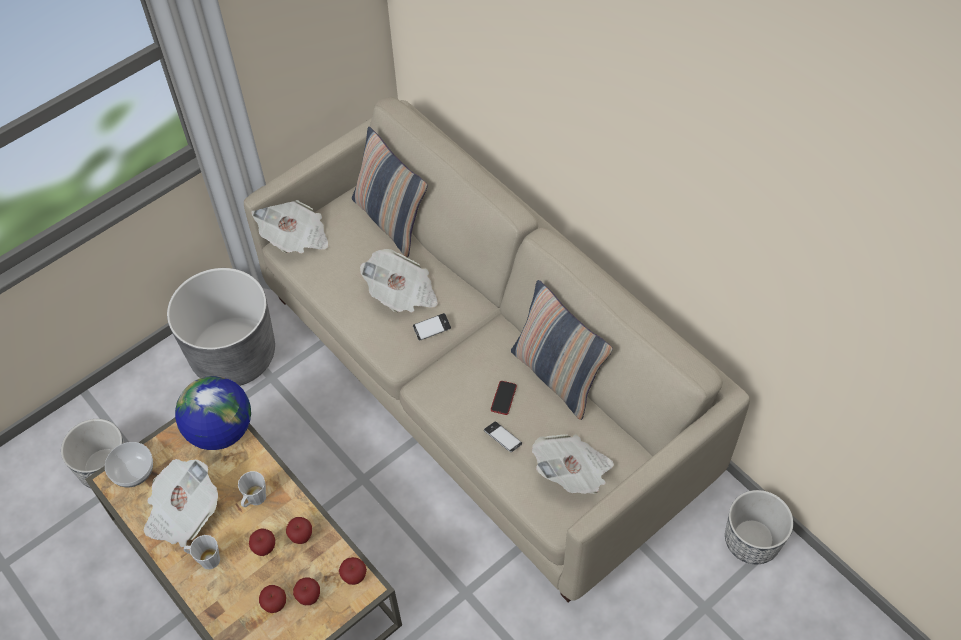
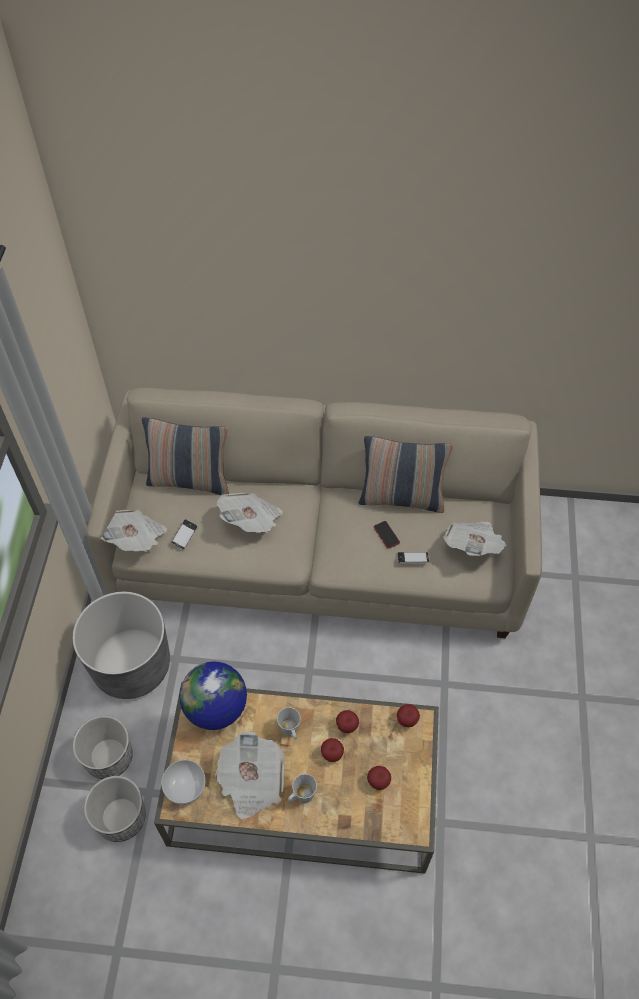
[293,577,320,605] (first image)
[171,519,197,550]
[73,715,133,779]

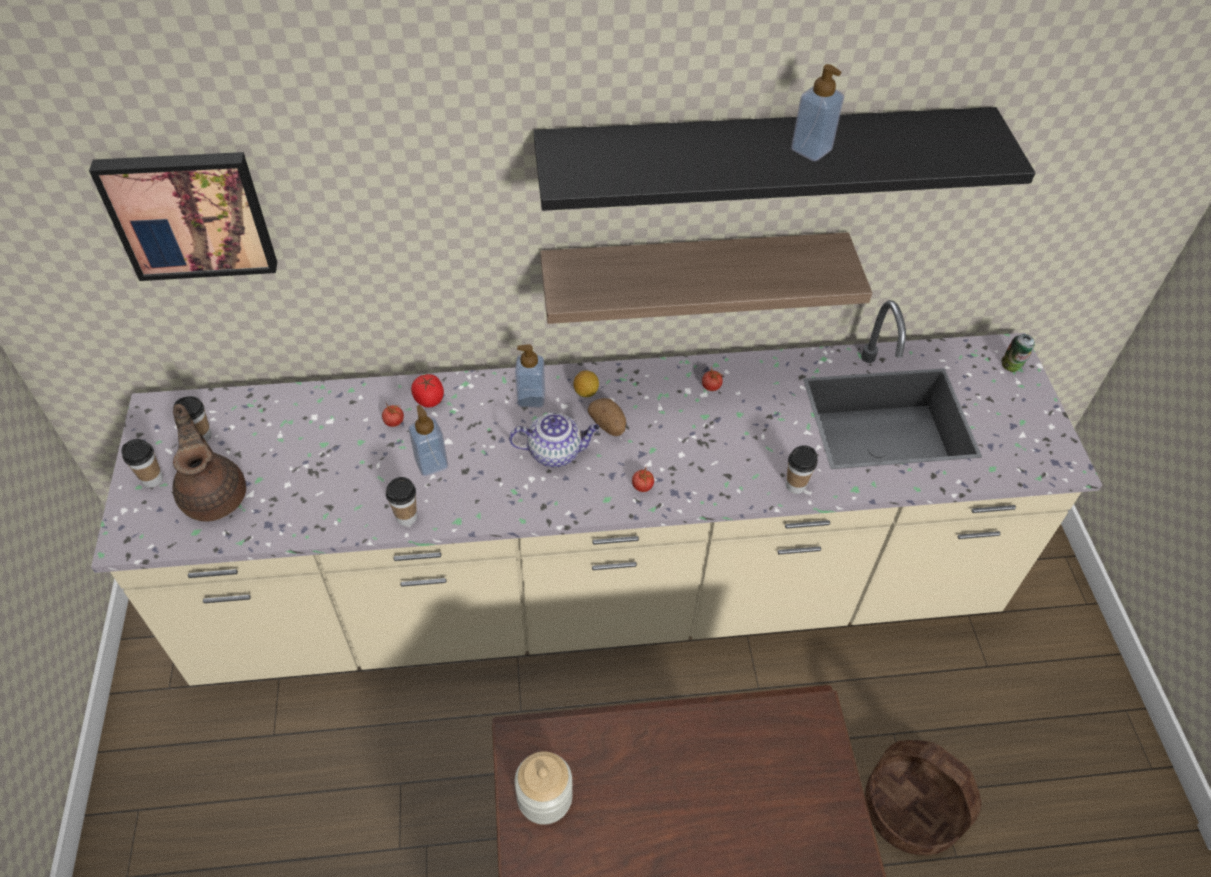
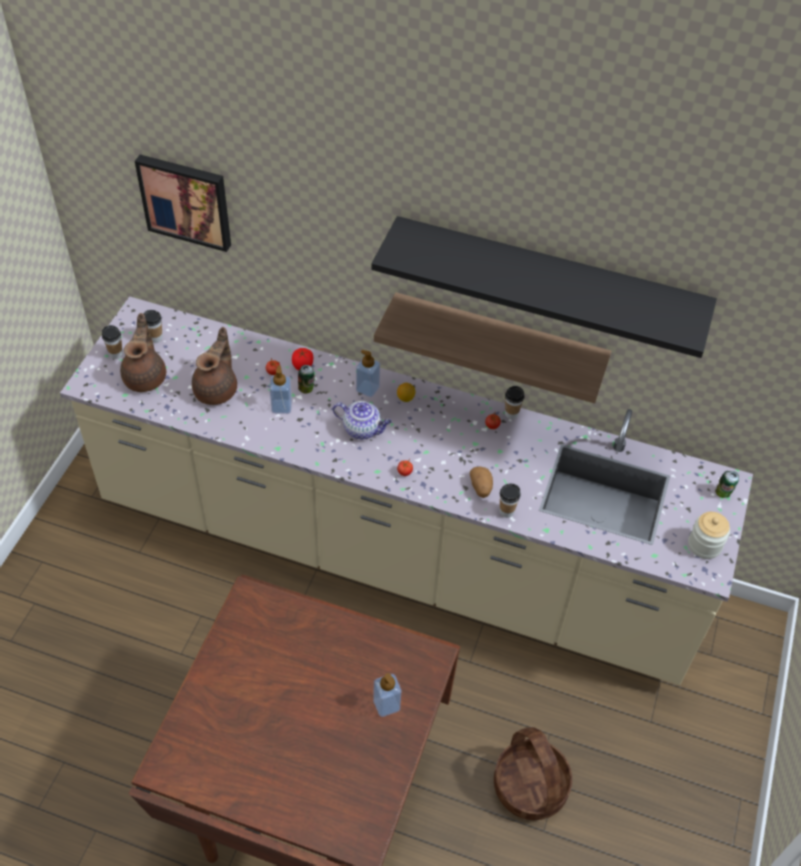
[192,327,237,405]
[298,365,315,394]
[505,386,525,419]
[688,512,730,559]
[470,466,493,498]
[373,673,401,717]

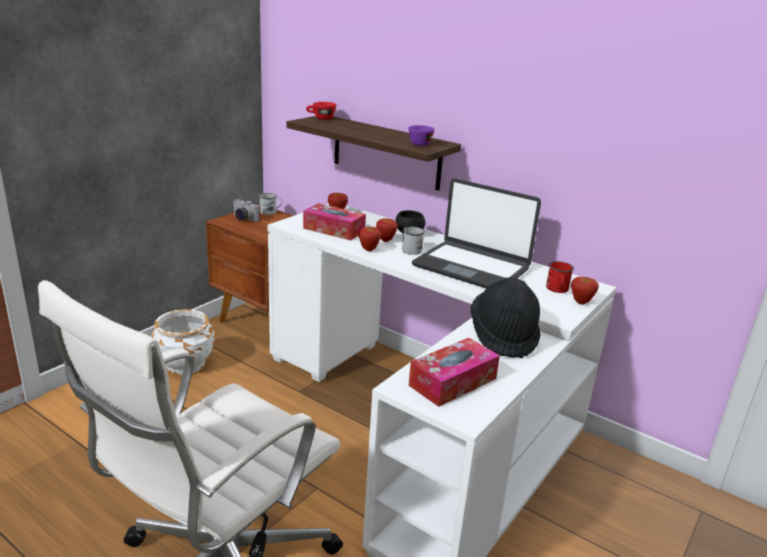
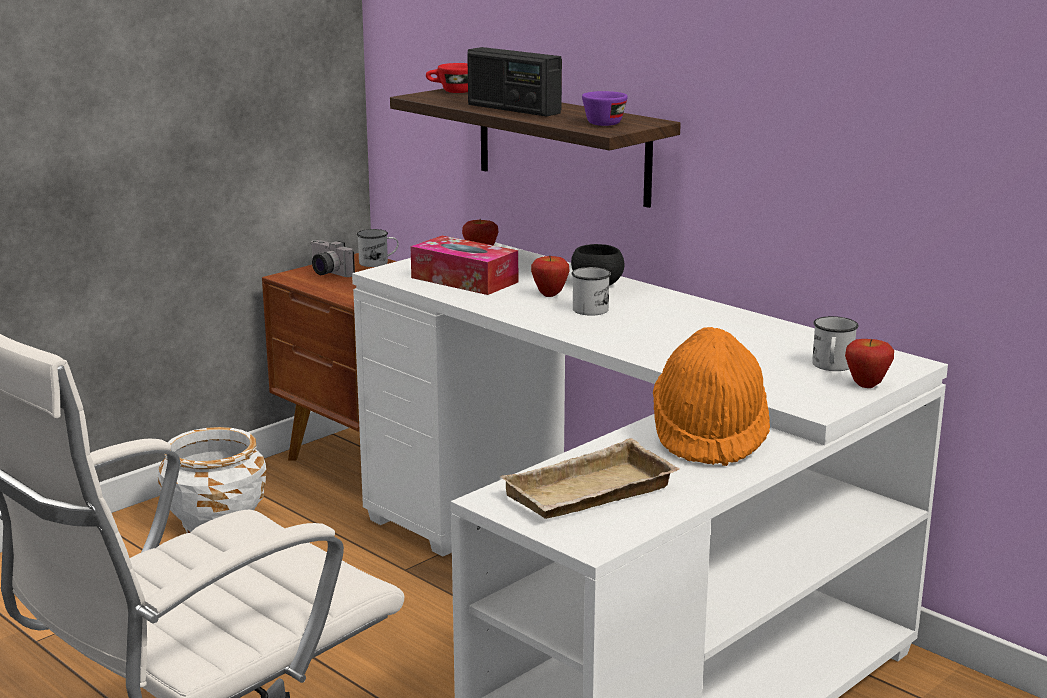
[359,227,381,251] (first image)
[412,178,541,288] (first image)
[467,47,562,117]
[499,438,679,519]
[653,327,770,466]
[812,316,859,371]

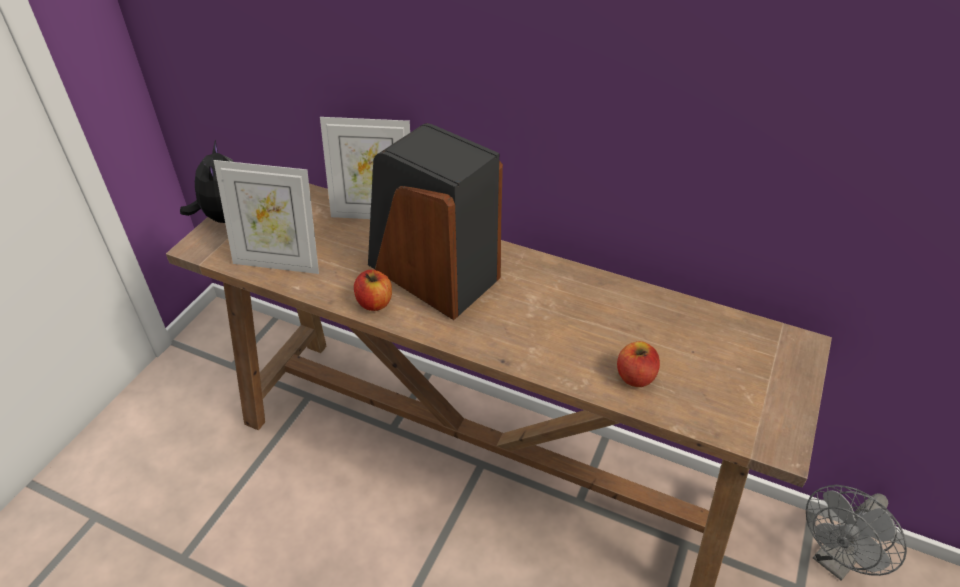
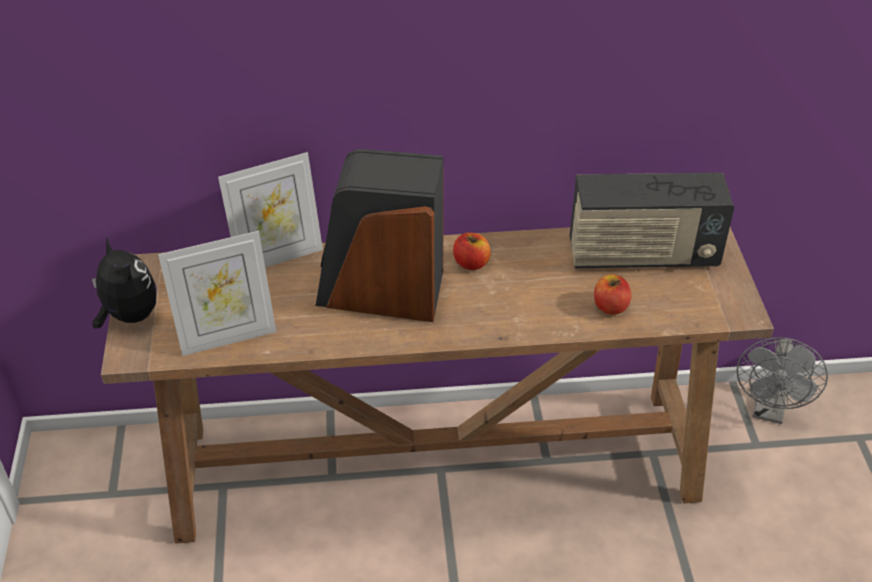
[570,173,734,268]
[453,233,491,270]

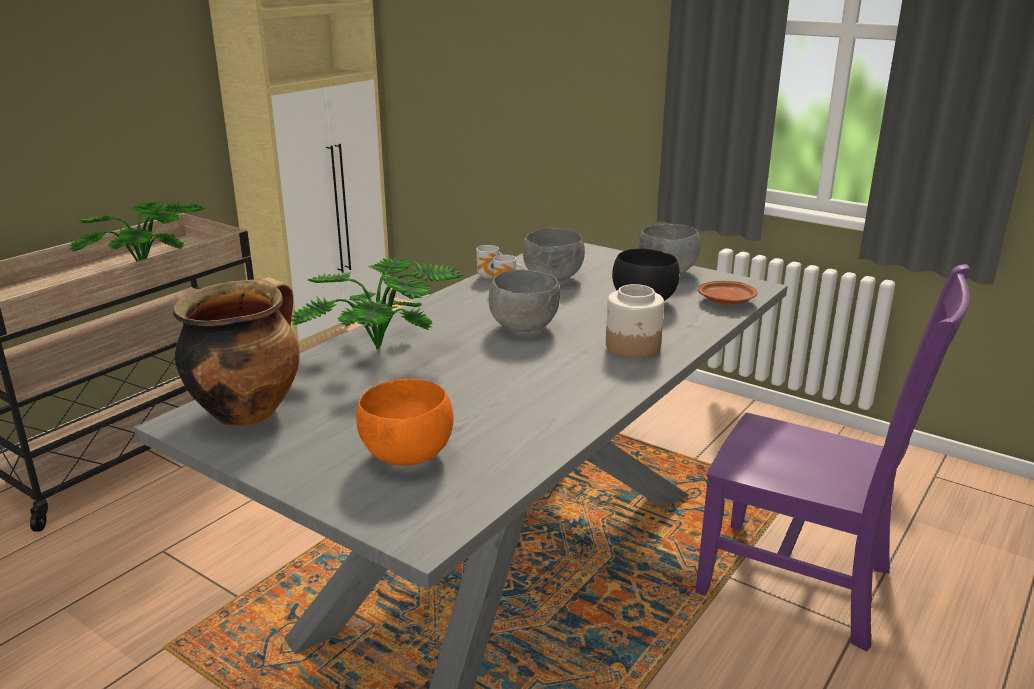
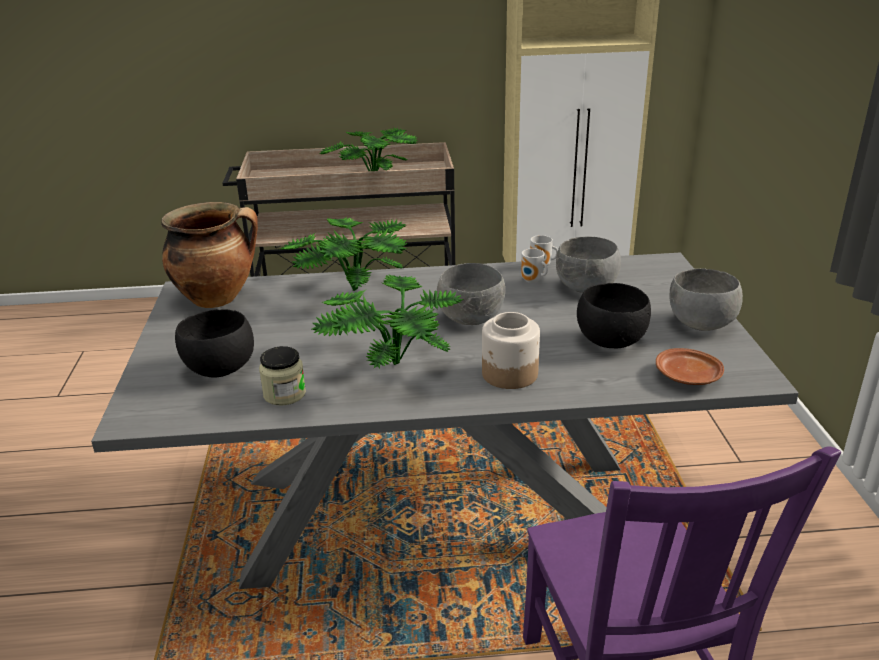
[259,346,306,406]
[312,274,463,368]
[175,309,254,378]

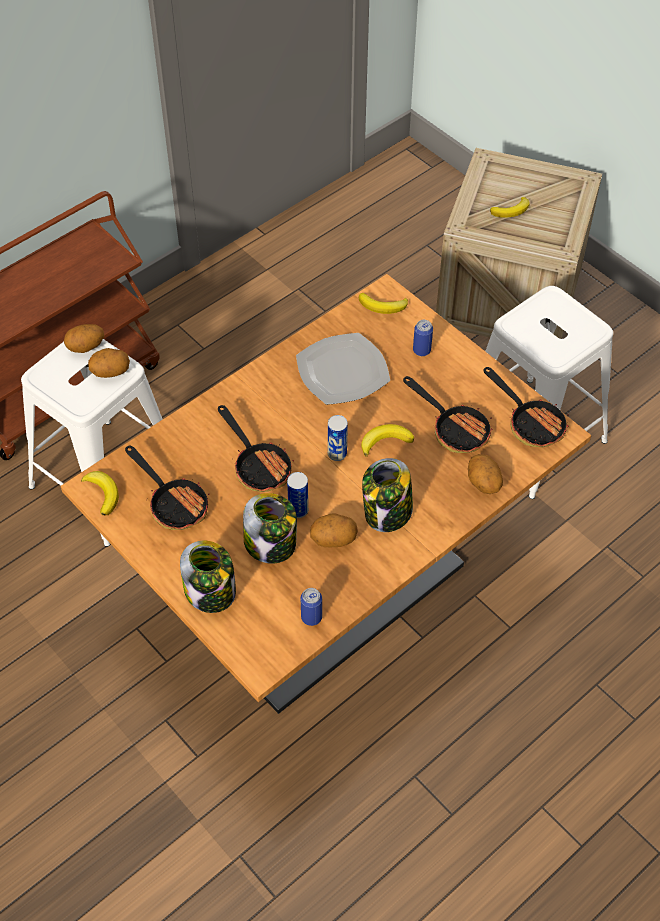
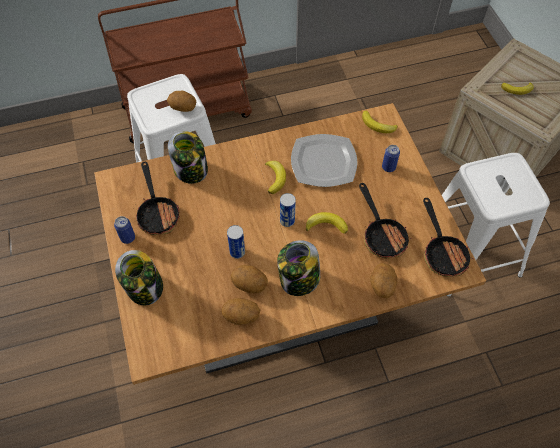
[218,405,294,492] (first image)
[221,298,260,325]
[265,161,286,194]
[168,131,208,184]
[114,216,135,244]

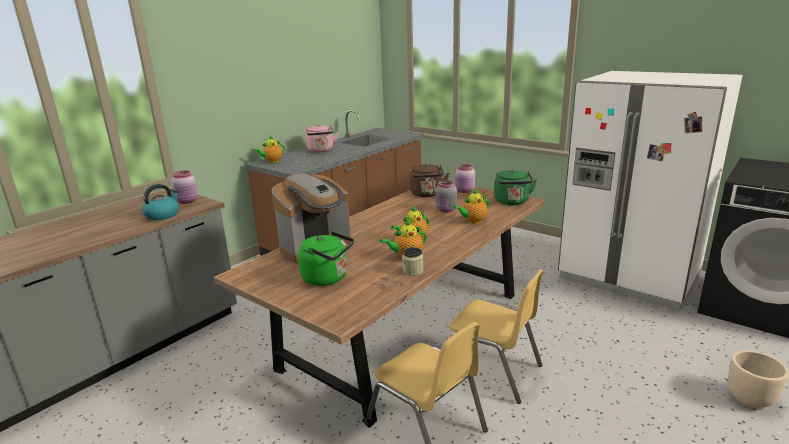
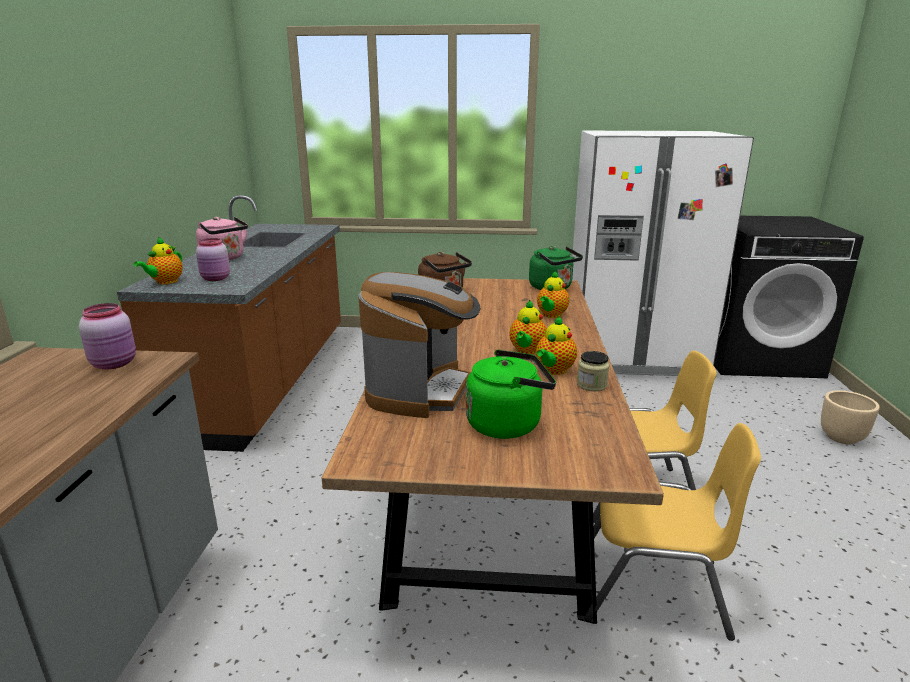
[142,184,179,220] (first image)
[435,180,457,212] (first image)
[196,238,230,281]

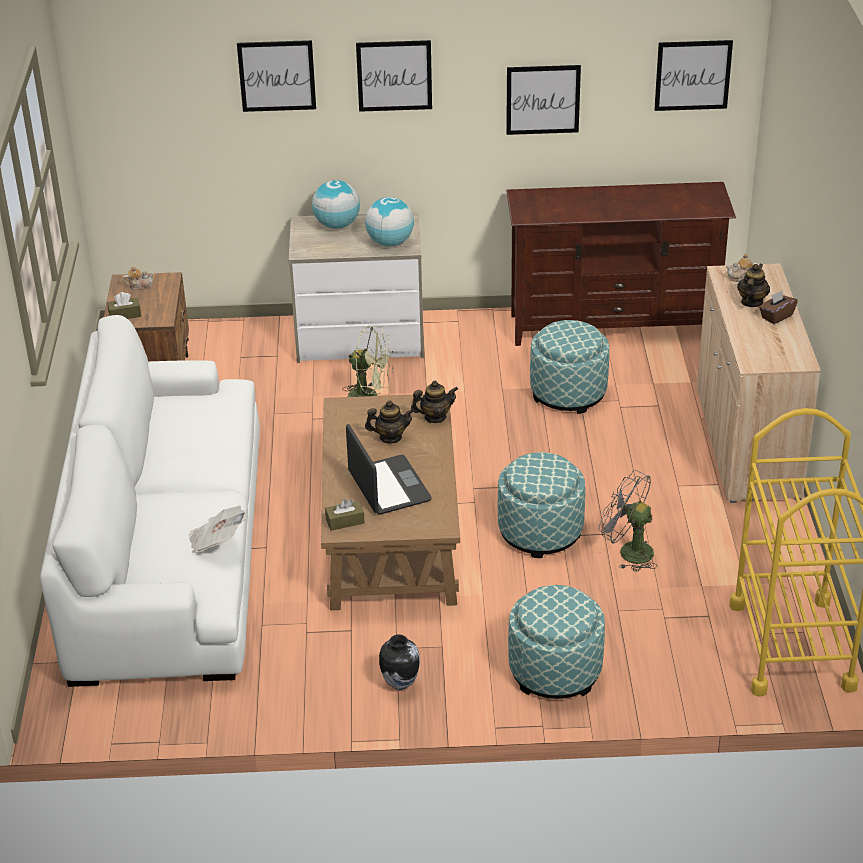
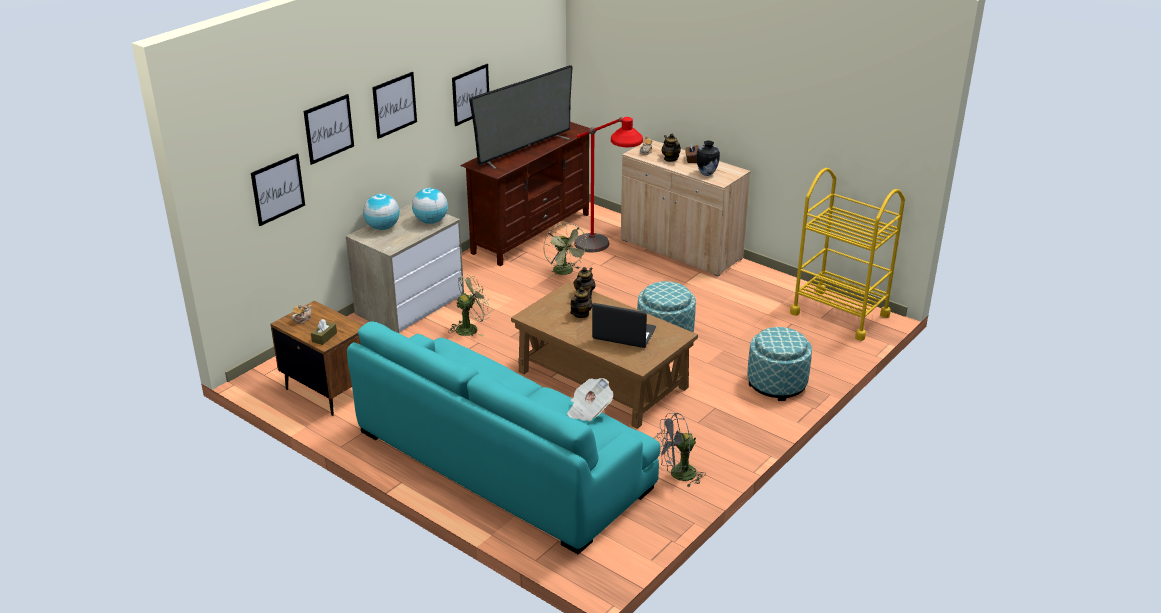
[325,499,365,531] (first image)
[469,65,573,169]
[574,117,643,252]
[696,141,720,176]
[657,413,706,487]
[251,154,305,226]
[543,223,588,277]
[347,321,660,554]

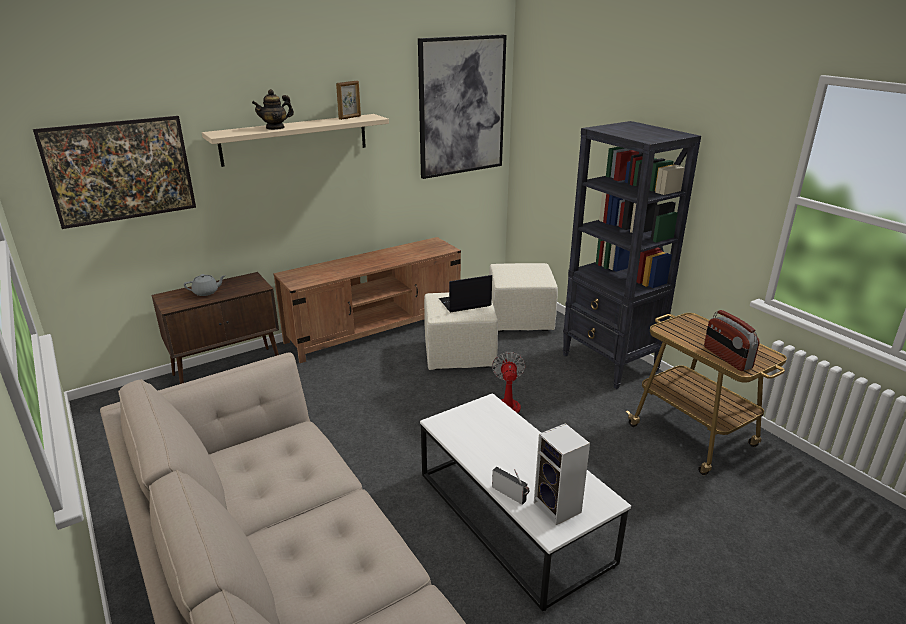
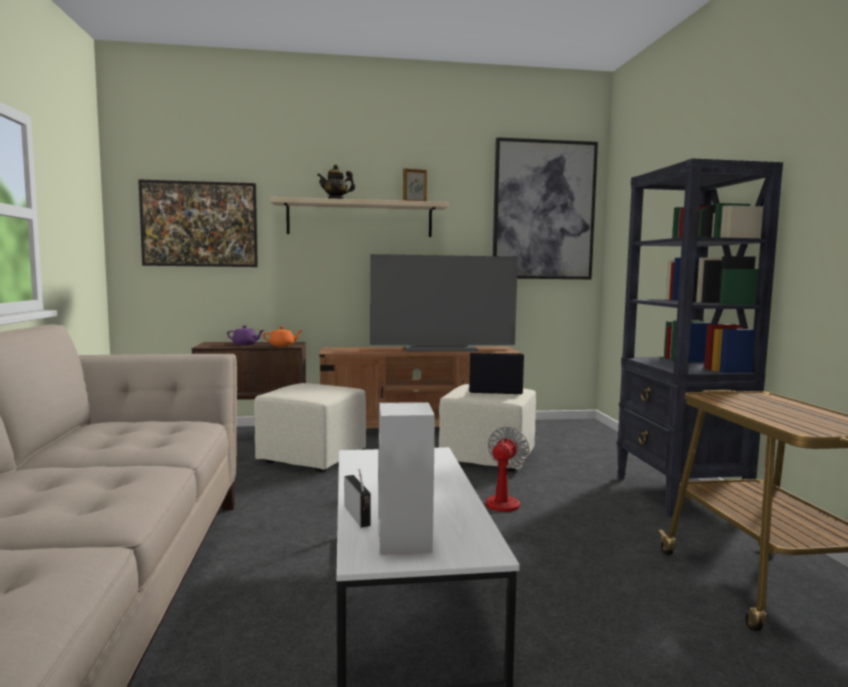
[704,310,760,371] (first image)
[263,327,303,346]
[370,254,518,352]
[254,383,366,472]
[227,326,264,345]

